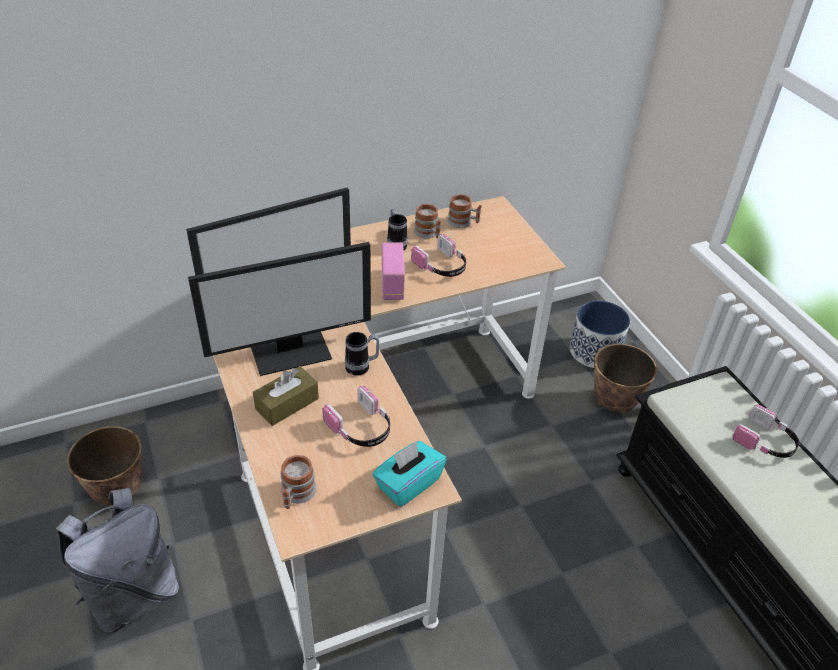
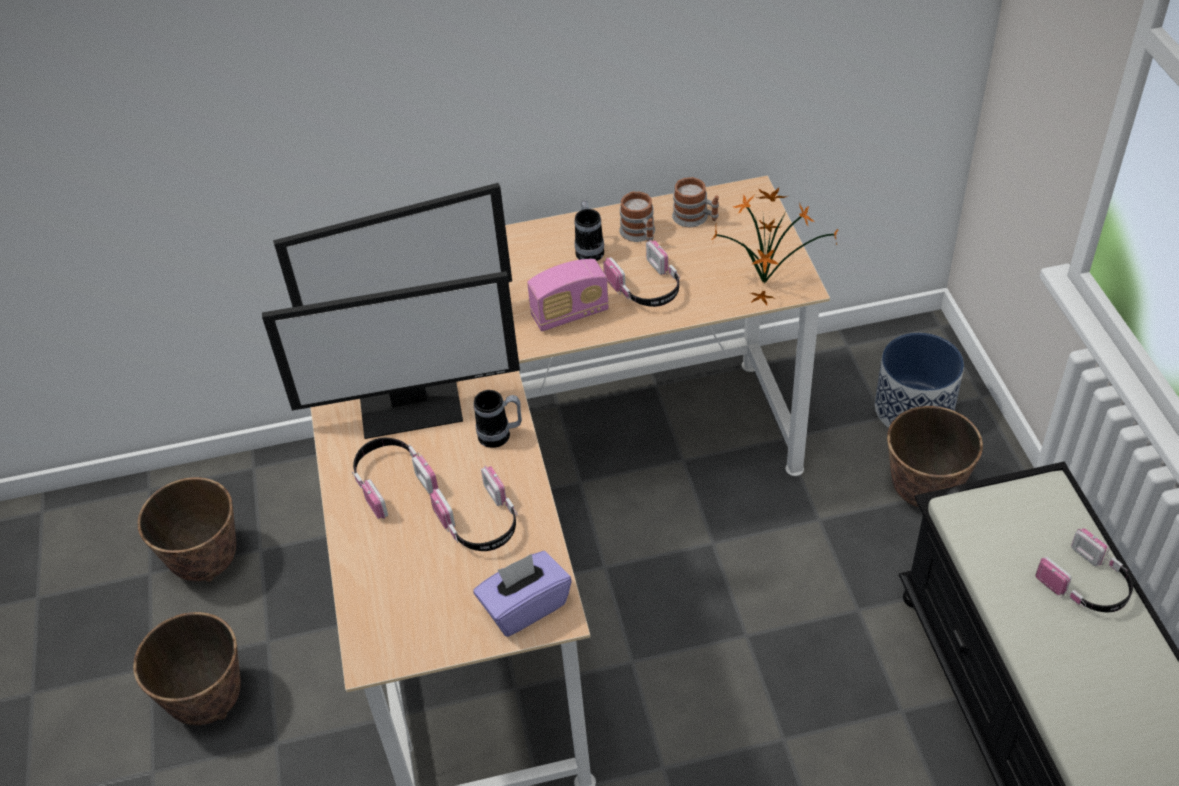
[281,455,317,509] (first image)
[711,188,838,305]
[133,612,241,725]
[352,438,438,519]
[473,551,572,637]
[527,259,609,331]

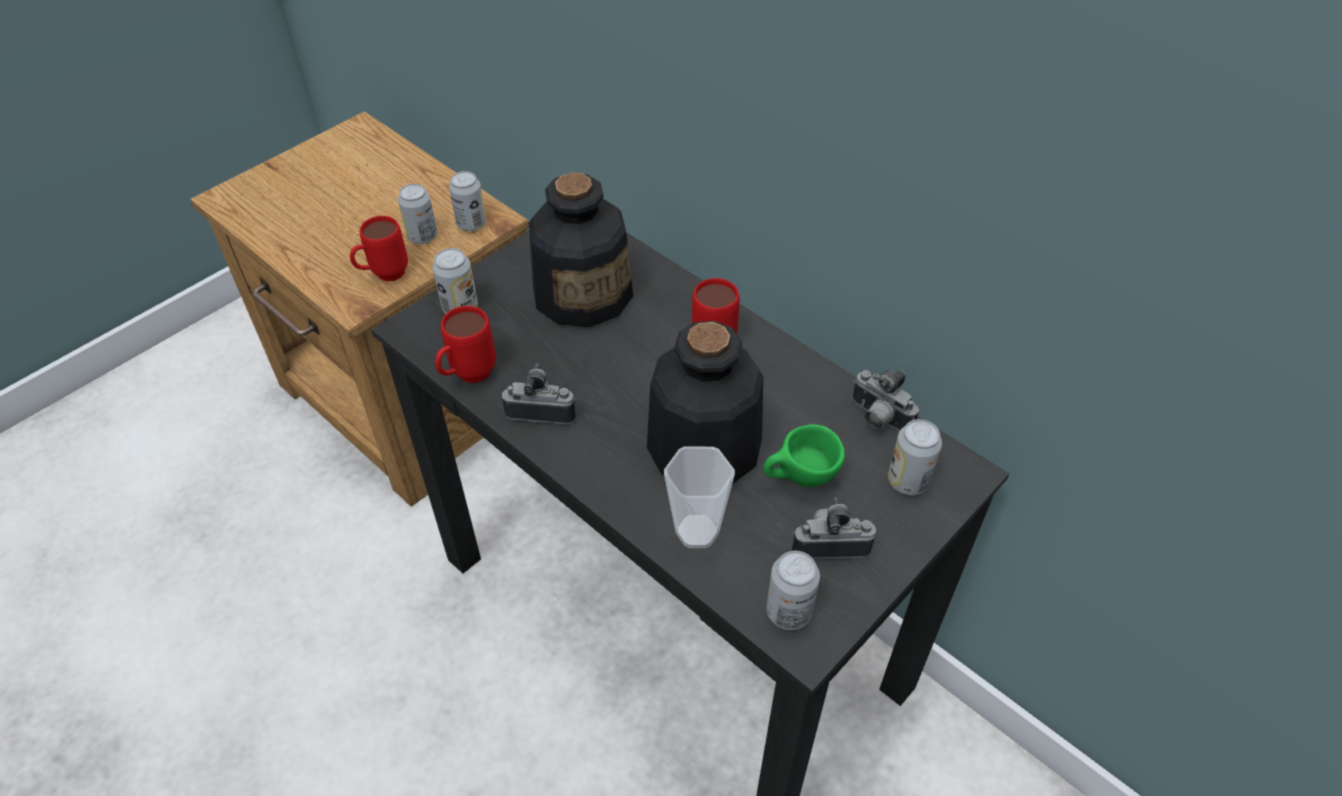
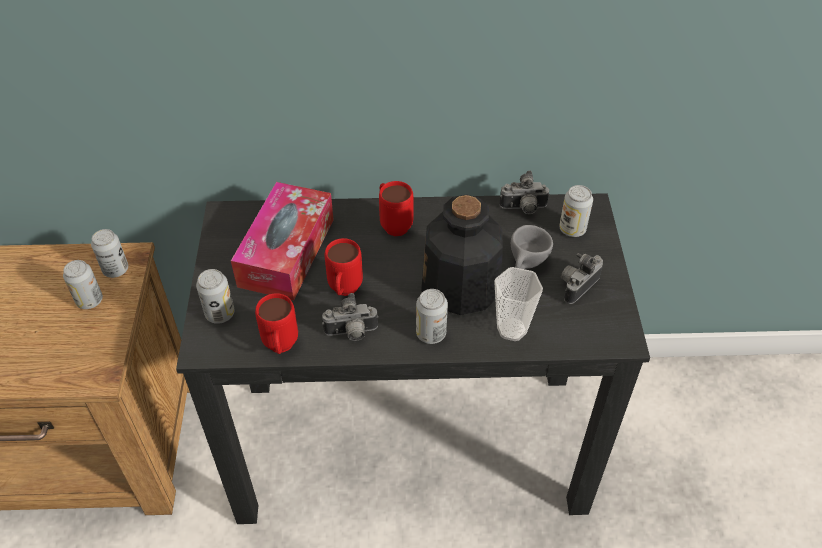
[325,238,363,296]
[416,289,448,344]
[231,182,334,301]
[511,225,553,269]
[322,293,378,341]

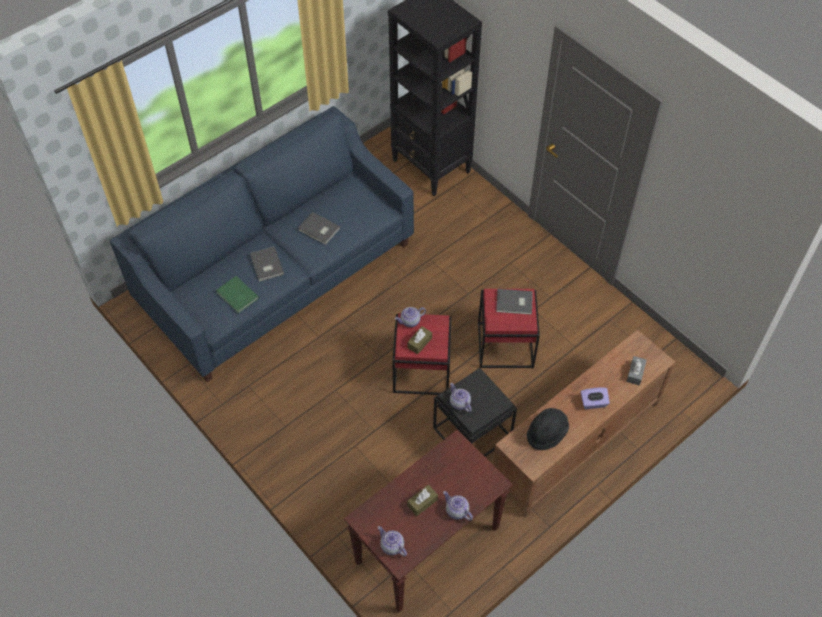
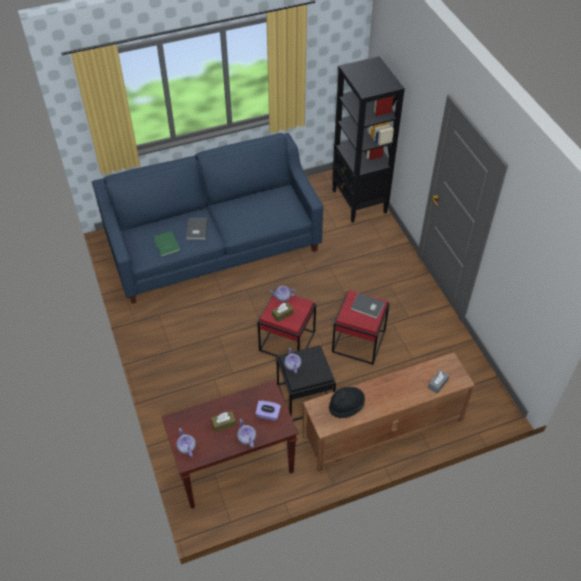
[298,212,340,245] (first image)
[255,400,281,421]

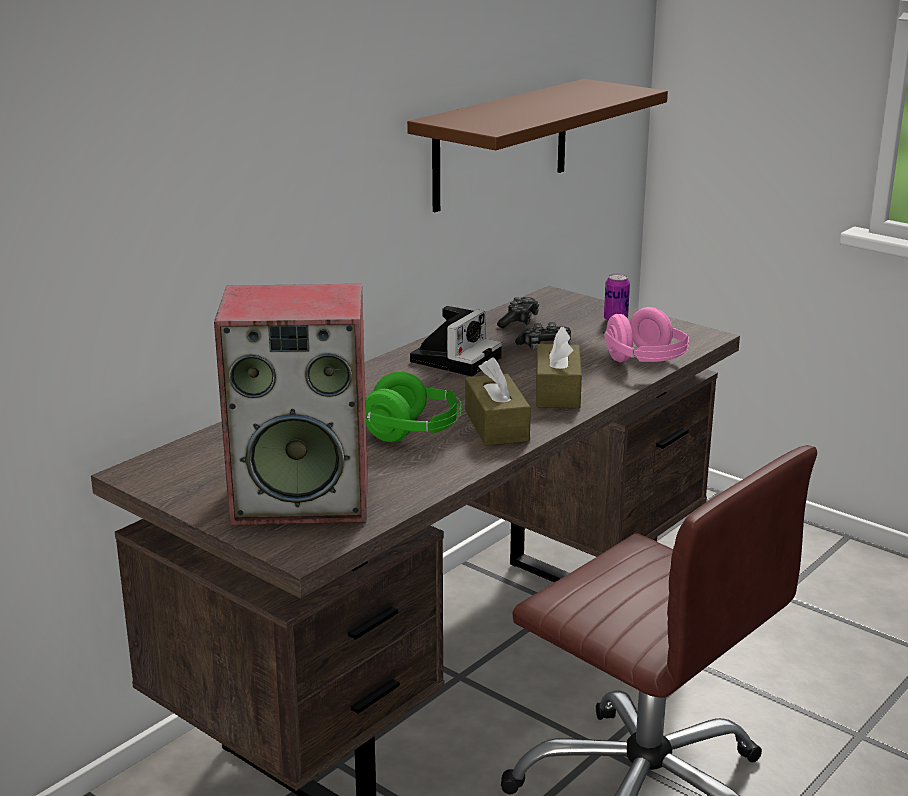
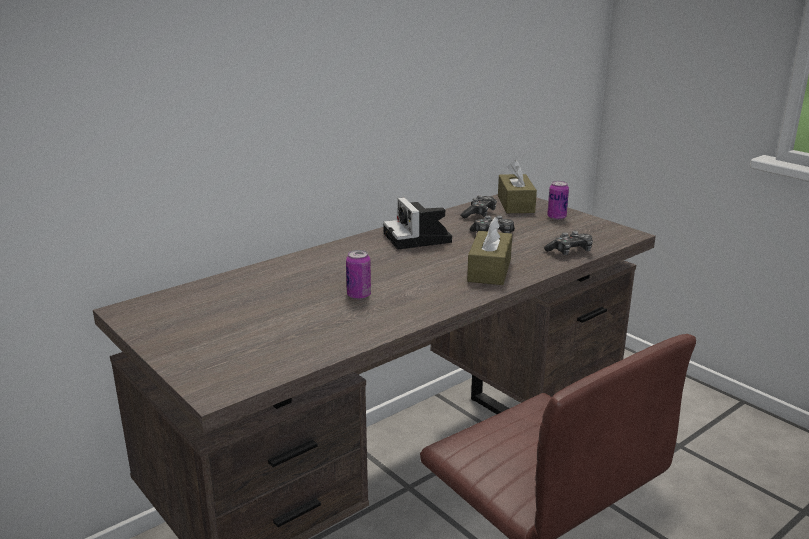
[214,284,368,525] (first image)
[407,79,668,212] (first image)
[498,160,537,213]
[346,250,371,300]
[544,231,593,255]
[383,197,452,249]

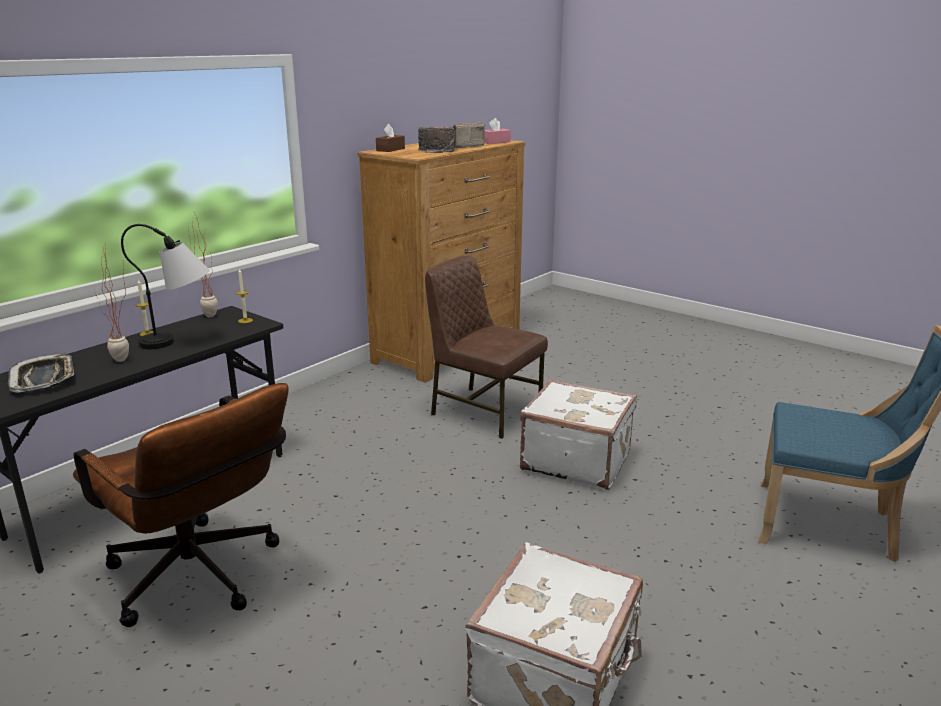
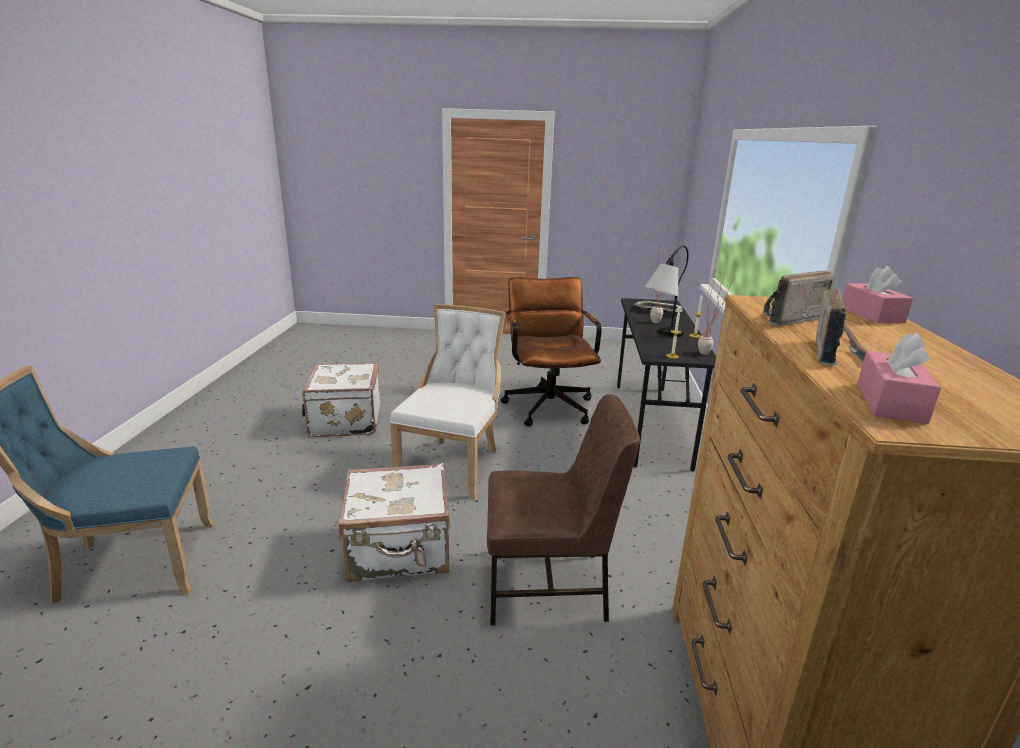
[390,304,506,500]
[842,266,913,323]
[500,277,602,427]

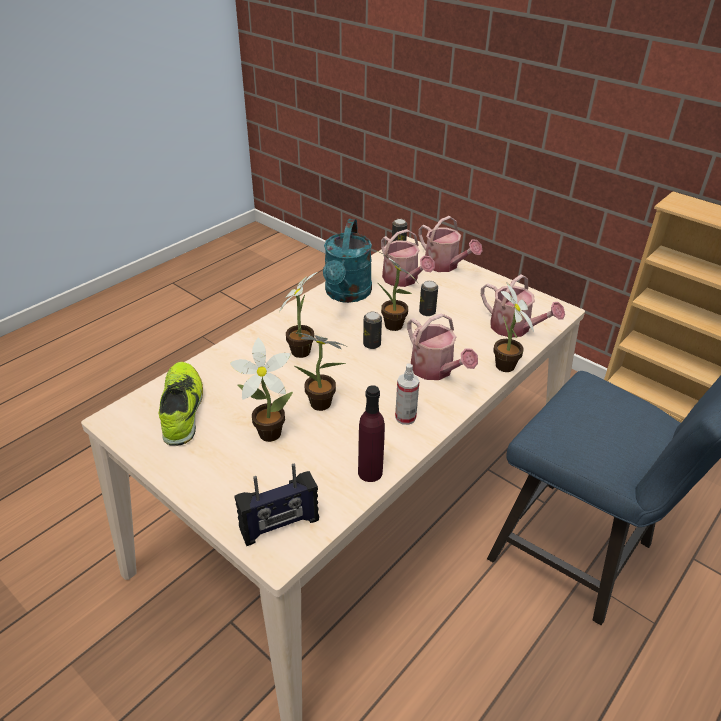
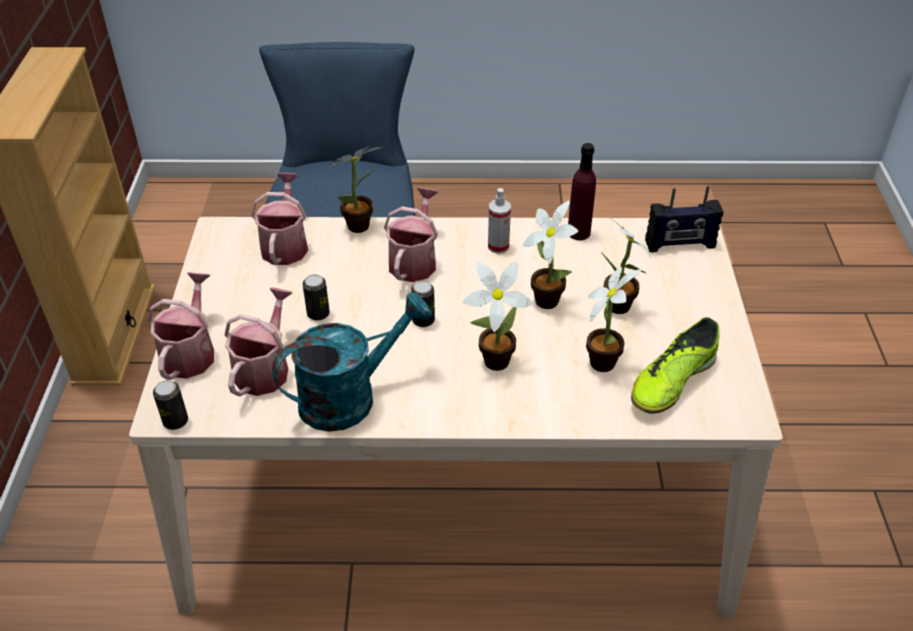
[586,267,641,372]
[645,185,723,252]

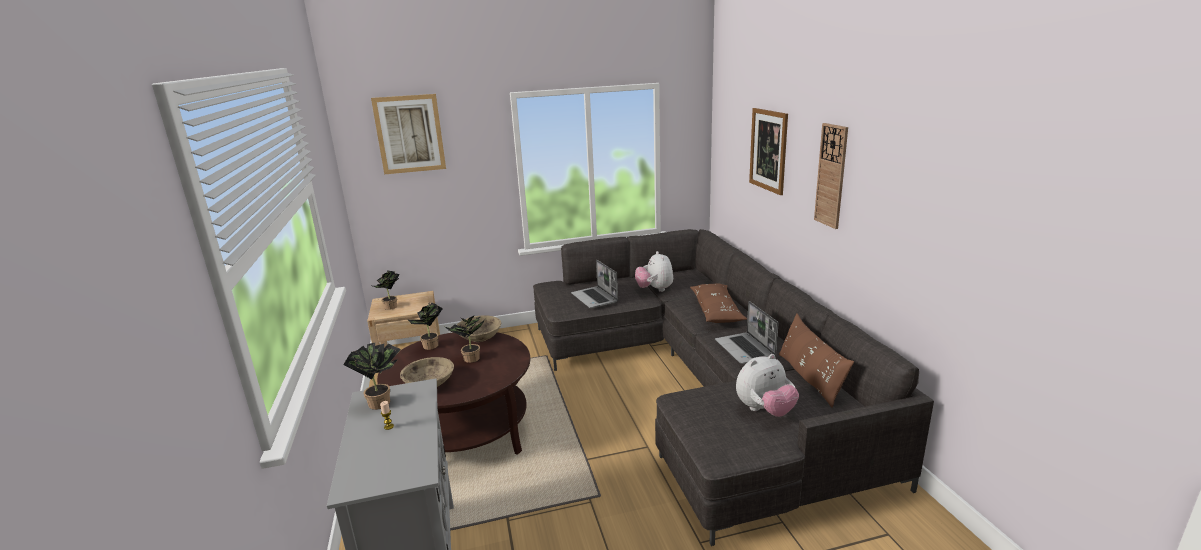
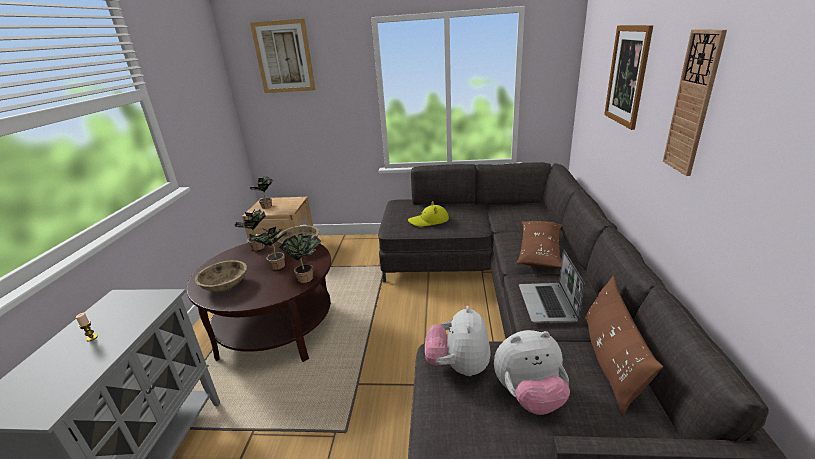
[279,234,321,283]
[425,306,491,376]
[408,201,449,227]

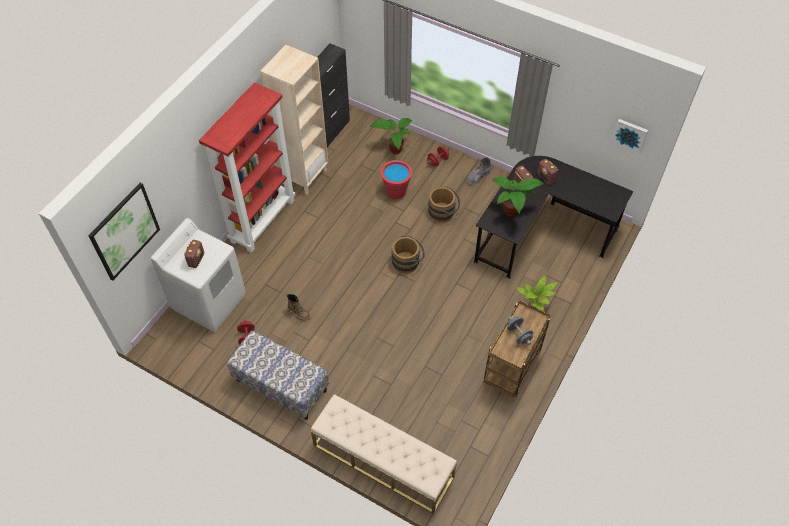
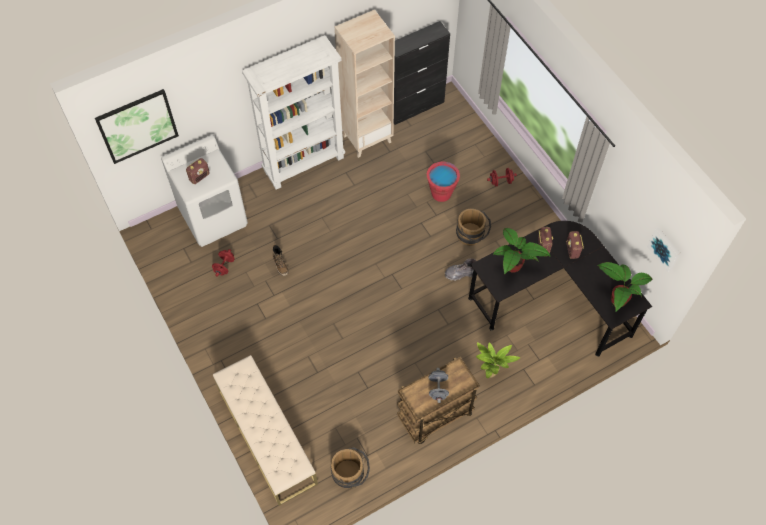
[227,331,329,420] (first image)
[597,262,653,312]
[330,447,370,488]
[445,258,476,281]
[242,35,345,189]

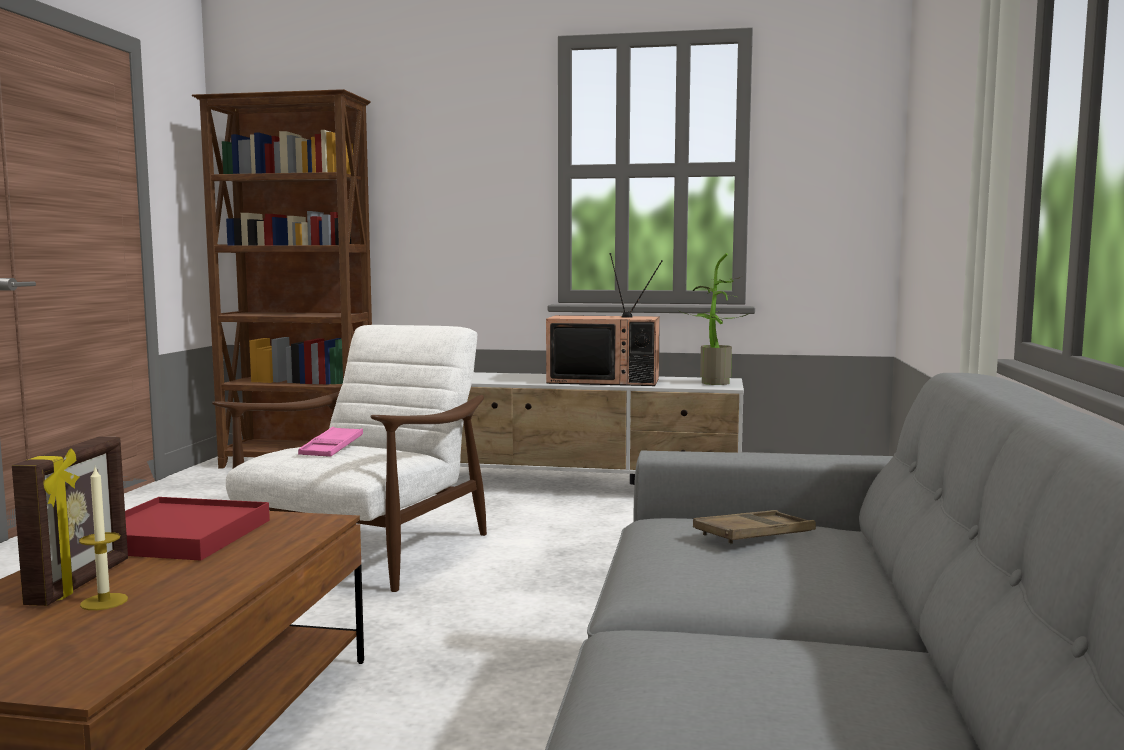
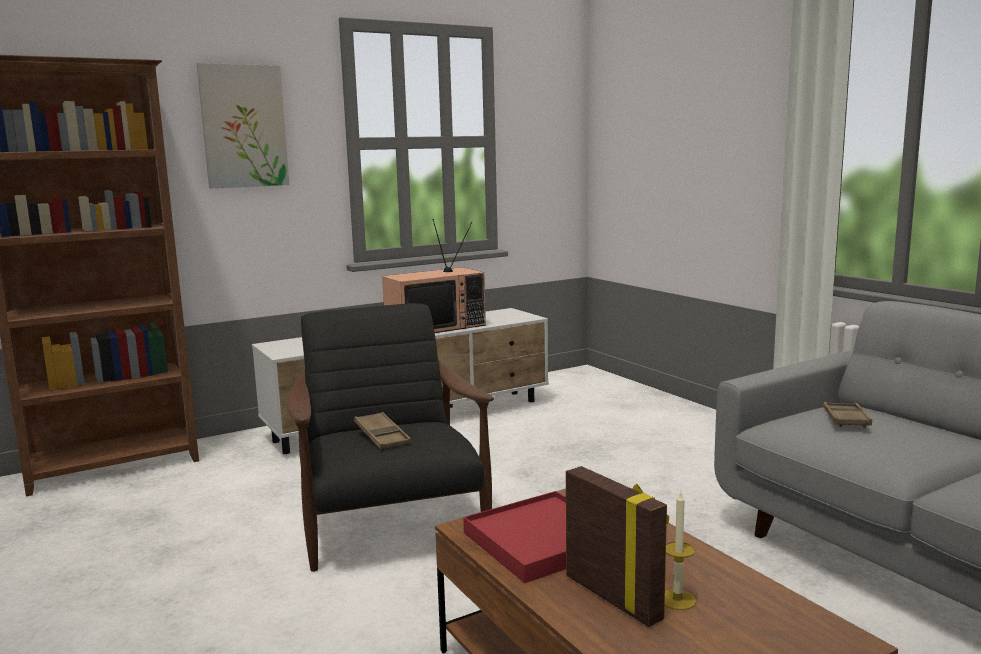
[680,253,748,385] (first image)
[197,63,289,188]
[287,303,494,572]
[354,412,411,449]

